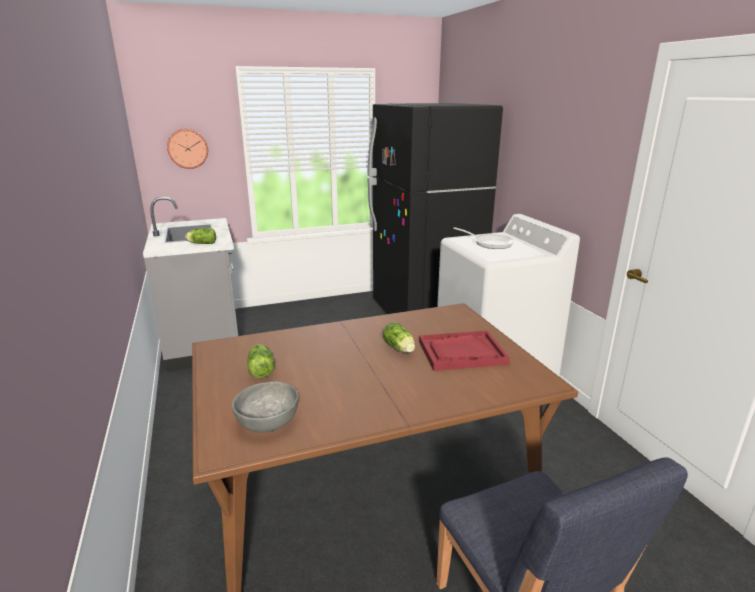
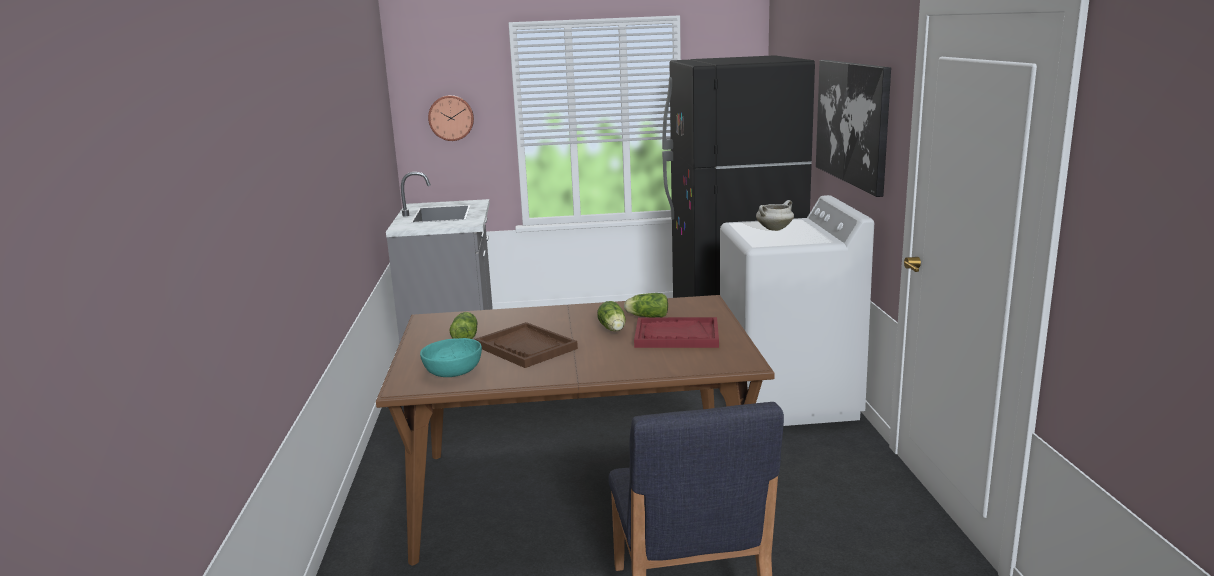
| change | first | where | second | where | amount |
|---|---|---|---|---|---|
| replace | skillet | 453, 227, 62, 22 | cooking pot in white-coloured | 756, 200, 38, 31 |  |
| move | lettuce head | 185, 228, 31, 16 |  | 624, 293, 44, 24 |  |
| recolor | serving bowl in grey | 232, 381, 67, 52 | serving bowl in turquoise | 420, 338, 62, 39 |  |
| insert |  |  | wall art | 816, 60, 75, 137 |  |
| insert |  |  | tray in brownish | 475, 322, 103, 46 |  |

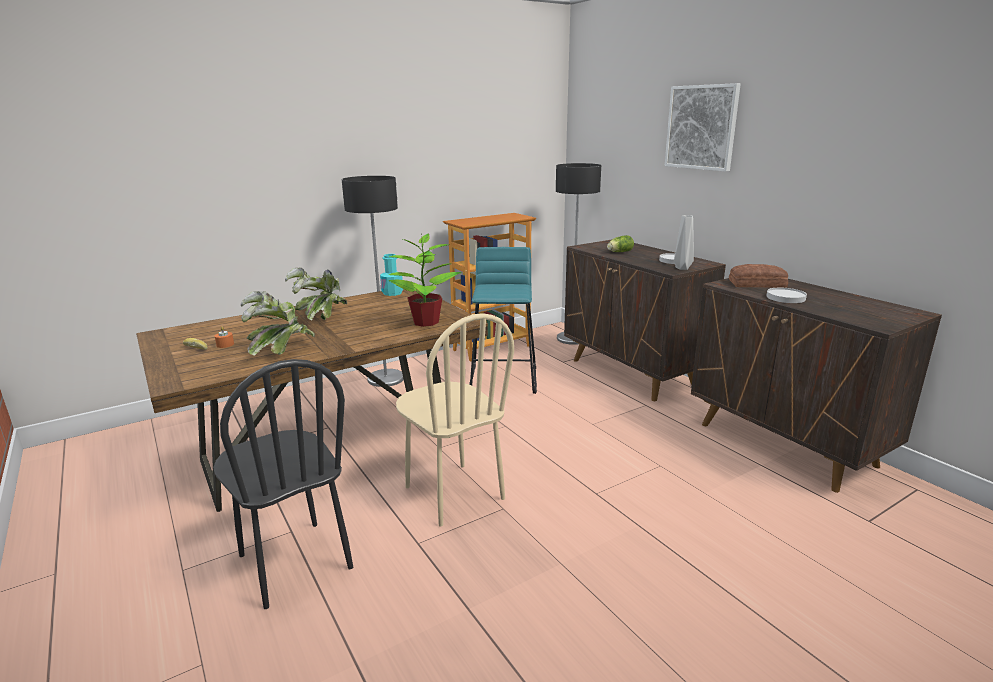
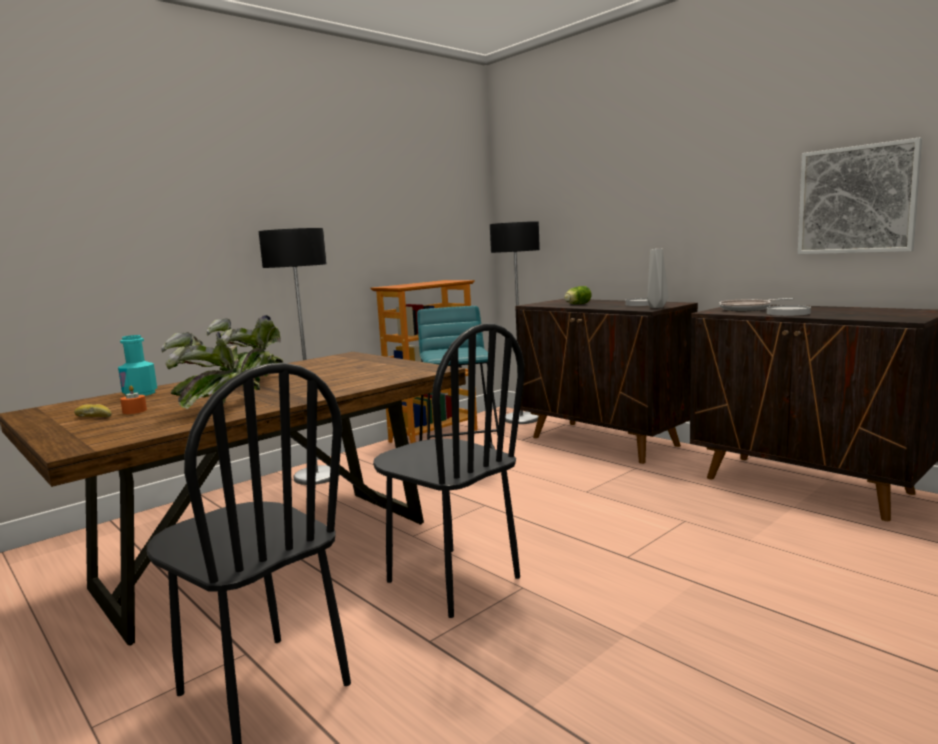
| change | first | where | second | where | amount |
|---|---|---|---|---|---|
| move | wall art | 665, 83, 76, 89 |  | 798, 137, 124, 117 |  |
| delete | potted plant | 389, 232, 72, 95 |  |  |  |
| move | bottle in turquoise | 380, 254, 23, 42 |  | 118, 335, 39, 61 |  |
| replace | baked bread | 729, 264, 59, 24 | skillet | 719, 298, 75, 13 |  |
| recolor | upright chair in sand-coloured | 396, 313, 118, 214 | upright chair in black-coloured | 373, 323, 151, 295 |  |

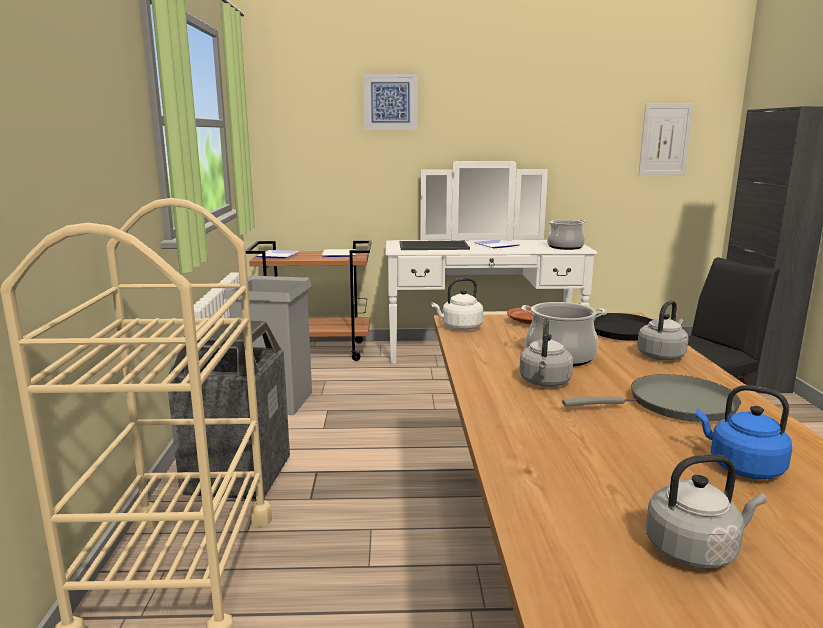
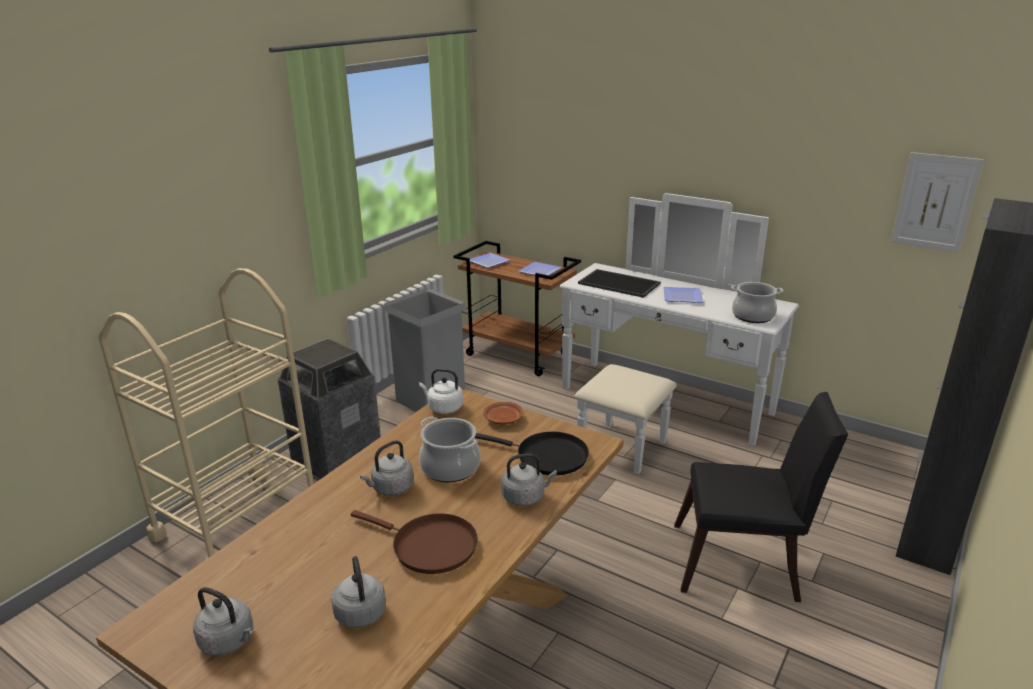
| change | first | where | second | where | amount |
|---|---|---|---|---|---|
| delete | wall art | 363, 74, 54, 56 |  |  |  |
| recolor | skillet in grey | 562, 374, 179, 48 | skillet in brownish | 351, 510, 127, 64 |  |
| recolor | water kettle in blue-coloured | 696, 385, 96, 94 | water kettle in grey | 331, 556, 55, 72 |  |

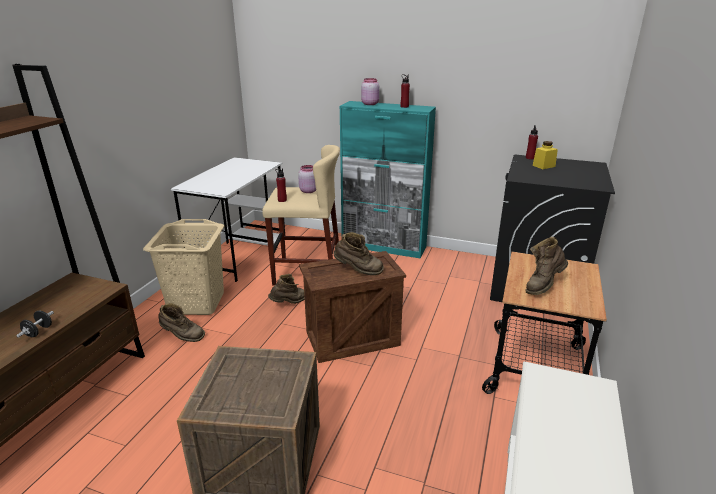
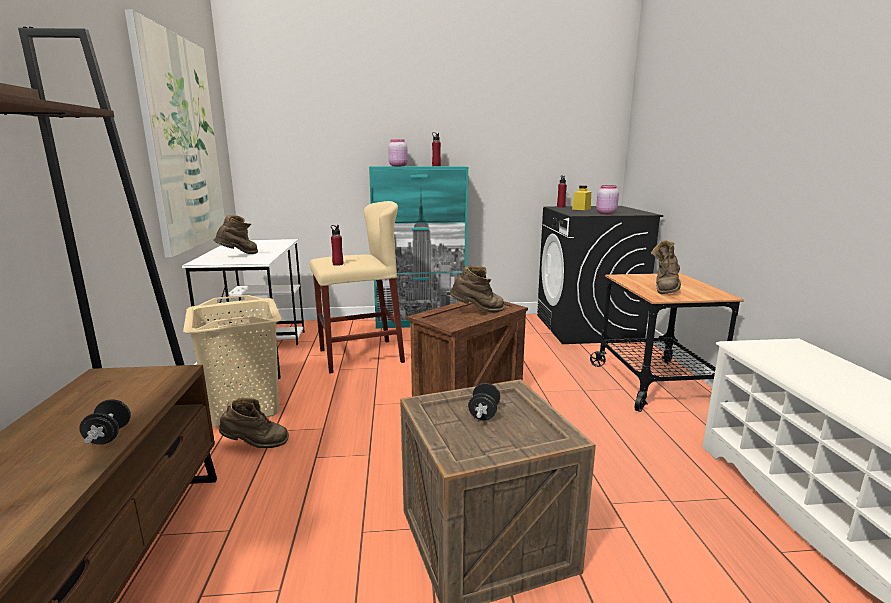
| change | first | where | second | where | amount |
|---|---|---|---|---|---|
| move | preserve jar in pink | 298, 165, 18, 28 |  | 596, 185, 23, 29 |  |
| move | high-top boot in brownish | 268, 274, 37, 30 |  | 213, 215, 45, 39 |  |
| insert |  |  | wall art | 125, 10, 100, 248 |  |
| insert |  |  | free weight in black-coloured | 468, 383, 32, 37 |  |

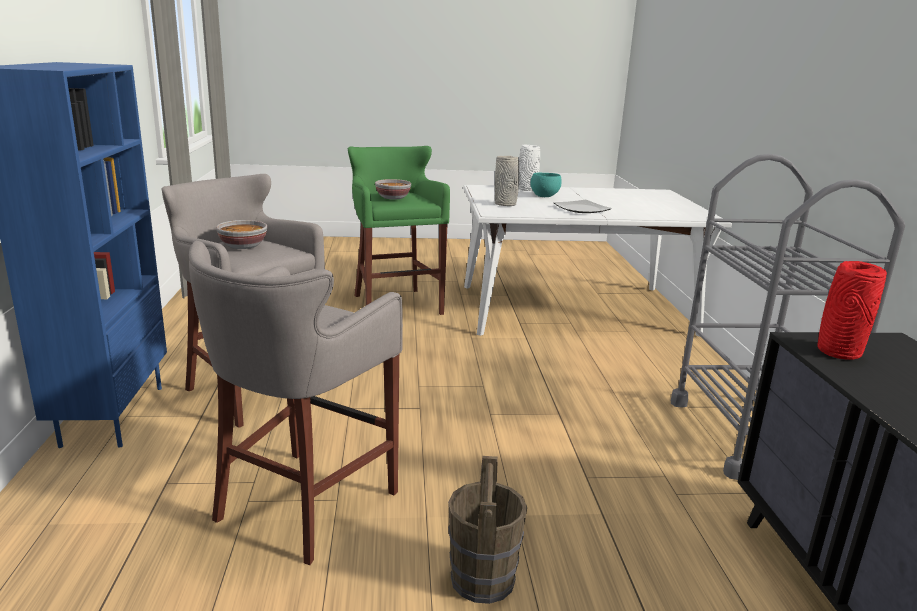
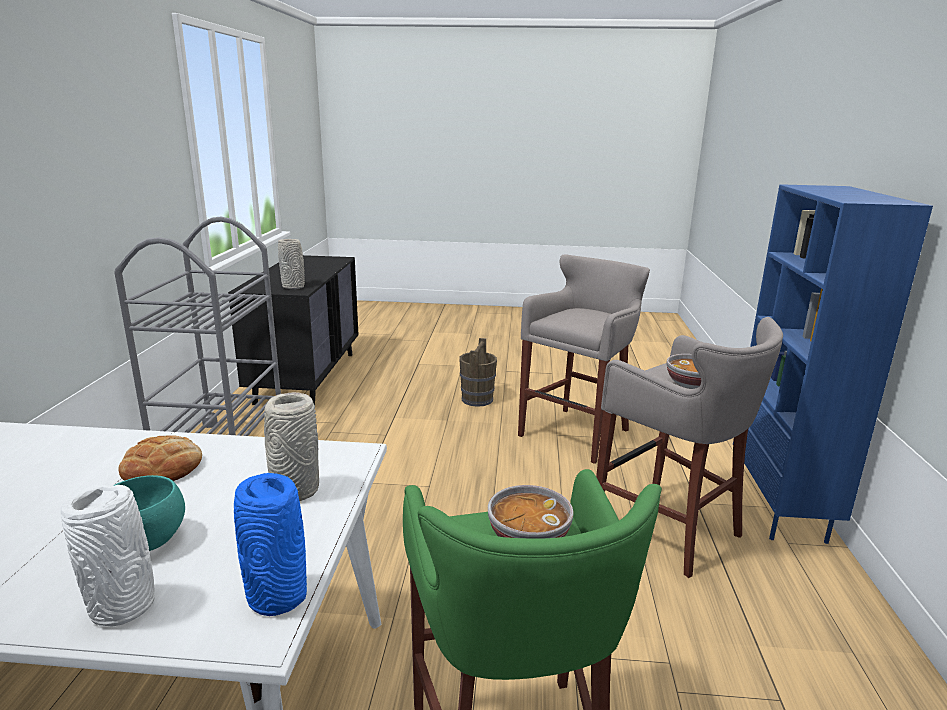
| change | first | where | second | where | amount |
|---|---|---|---|---|---|
| replace | plate | 553, 200, 59, 13 | baked bread | 119, 435, 83, 46 |  |
| recolor | decorative vase in red-coloured | 818, 261, 69, 99 | decorative vase in grey | 278, 239, 27, 50 |  |
| insert |  |  | decorative vase in blue-coloured | 234, 473, 73, 143 |  |

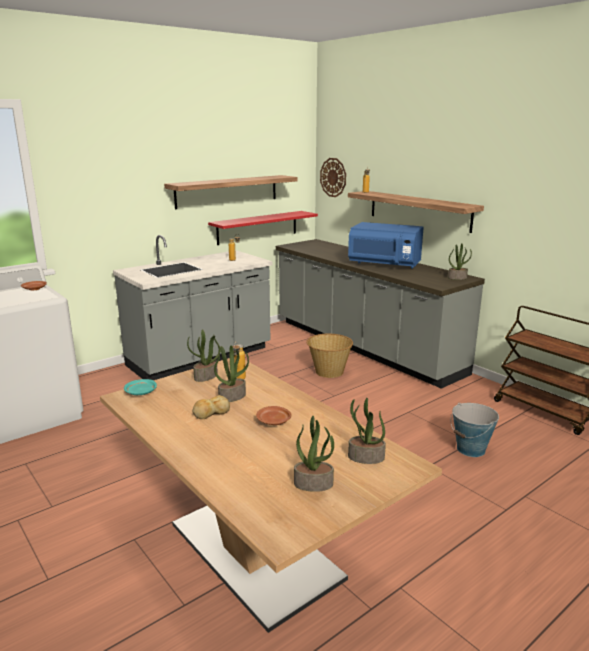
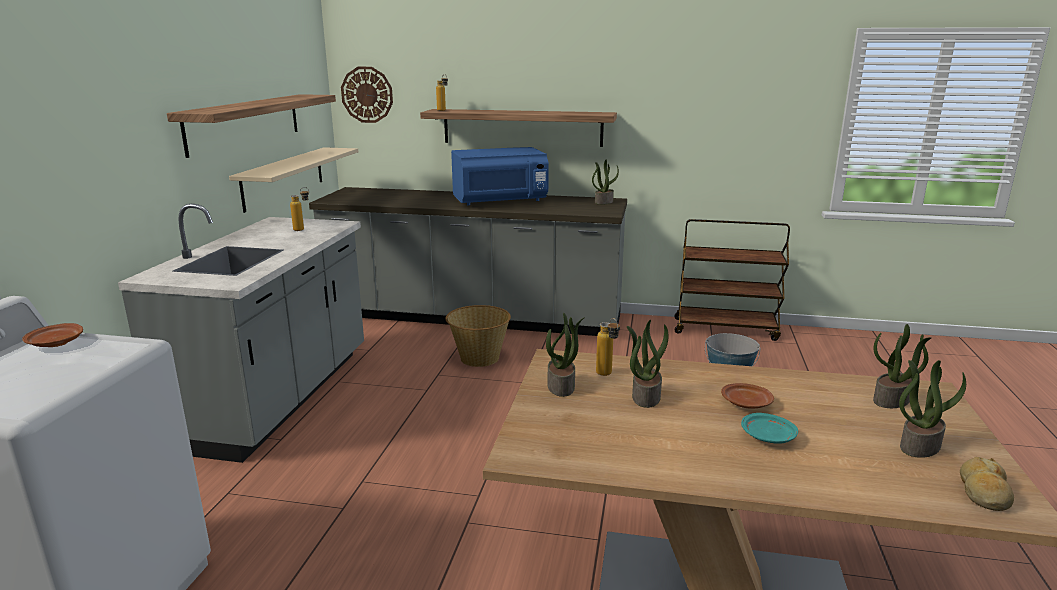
| change | first | where | second | where | amount |
|---|---|---|---|---|---|
| recolor | shelf in red-coloured | 208, 211, 110, 34 | shelf in sand-coloured | 229, 147, 129, 66 |  |
| move | plate in turquoise | 124, 379, 33, 16 |  | 741, 413, 57, 31 |  |
| move | baked bread | 192, 395, 38, 24 |  | 960, 457, 54, 54 |  |

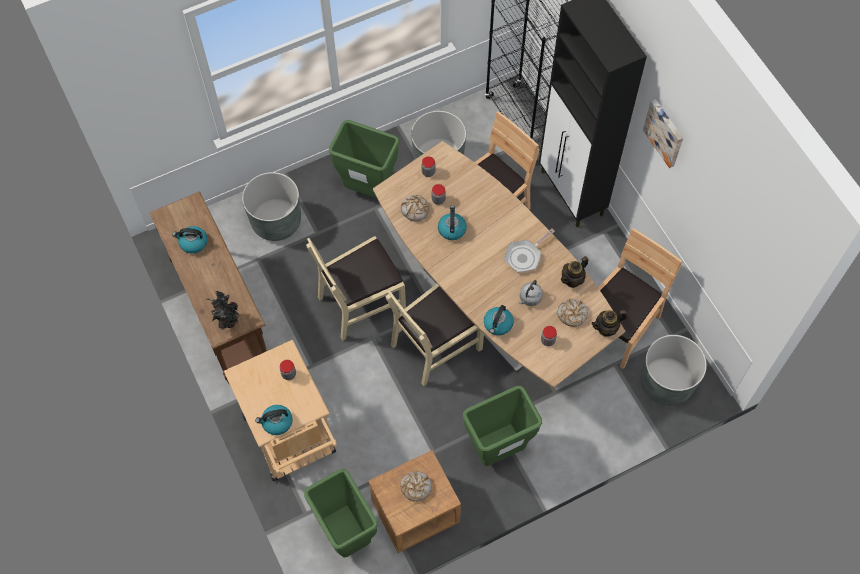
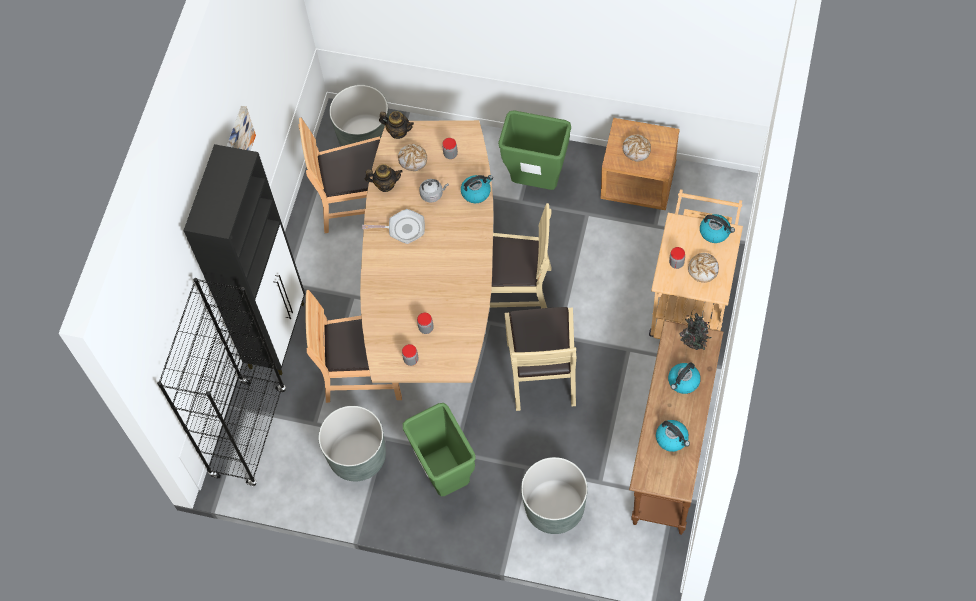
| change | first | where | second | where | amount |
|---|---|---|---|---|---|
| move | baked bread | 401, 195, 28, 27 |  | 688, 253, 31, 30 |  |
| move | water kettle | 438, 206, 29, 34 |  | 668, 362, 33, 32 |  |
| rotate | upright chair in sand-coloured | 306, 236, 100, 105 |  | 505, 307, 71, 104 | 75 degrees clockwise |
| delete | rubbish bin in green | 304, 469, 74, 88 |  |  |  |

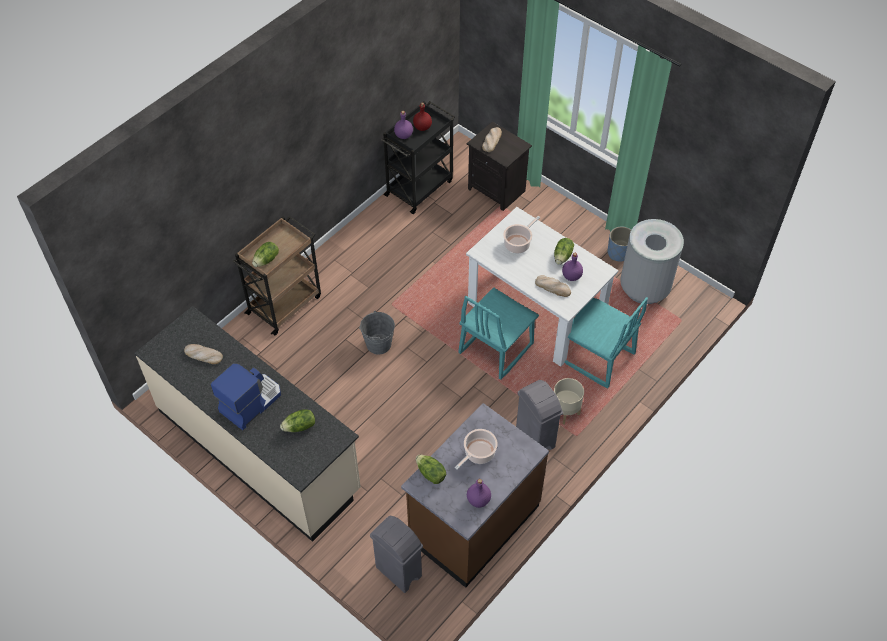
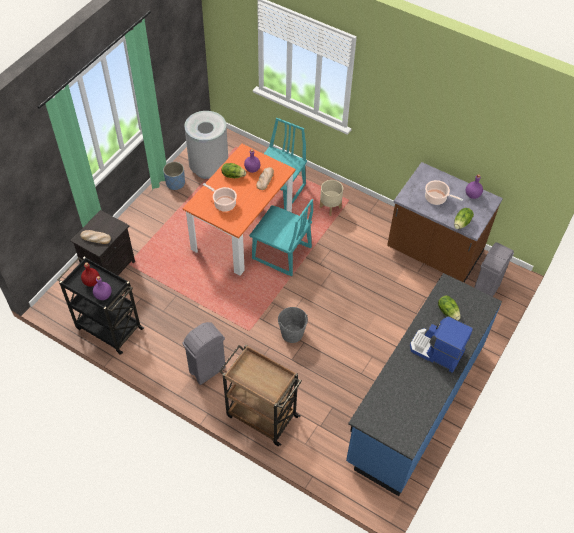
| change | first | where | second | where | amount |
|---|---|---|---|---|---|
| recolor | dining table in white-coloured | 466, 207, 152, 160 | dining table in orangey | 182, 144, 114, 132 |  |
| delete | lettuce head | 252, 242, 27, 25 |  |  |  |
| recolor | kitchen counter in sand-coloured | 134, 306, 227, 236 | kitchen counter in blue-coloured | 346, 273, 156, 223 |  |
| delete | baked bread | 184, 344, 39, 20 |  |  |  |
| move | rubbish bin in grey | 516, 380, 47, 70 |  | 182, 322, 44, 63 |  |

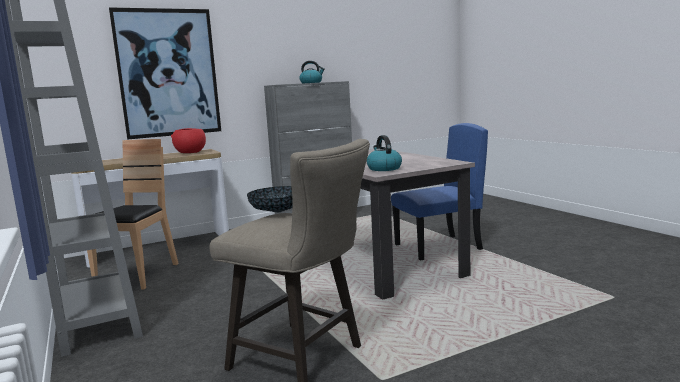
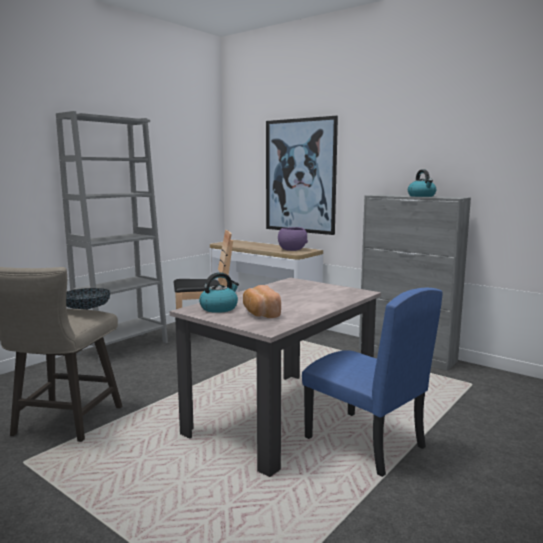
| change | first | where | second | where | amount |
|---|---|---|---|---|---|
| recolor | serving bowl in red-coloured | 171, 128, 35, 25 | serving bowl in purplish | 278, 227, 30, 24 |  |
| insert |  |  | baked bread | 243, 285, 38, 33 |  |

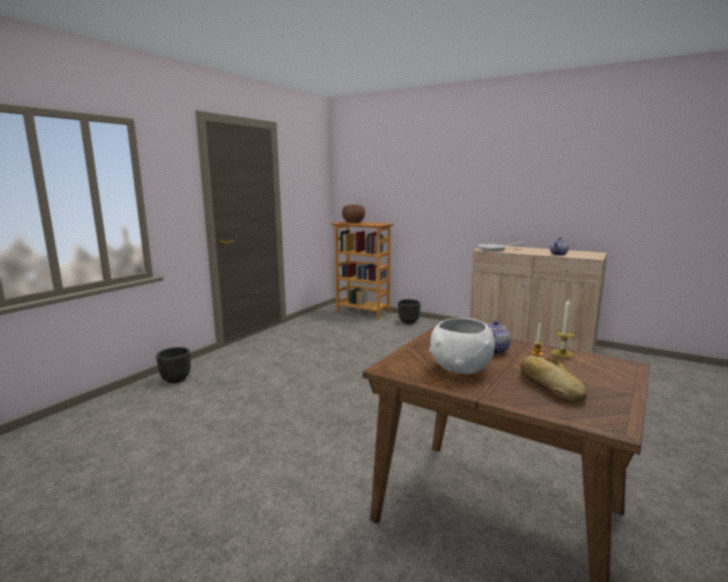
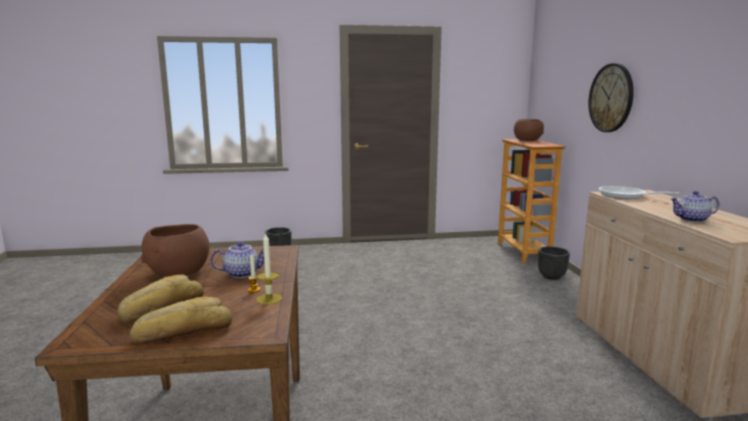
| change | first | where | second | where | amount |
|---|---|---|---|---|---|
| recolor | serving bowl in white-coloured | 429, 318, 66, 56 | serving bowl in brownish | 141, 224, 69, 53 |  |
| insert |  |  | wall clock | 588, 63, 46, 69 |  |
| insert |  |  | baked bread | 130, 297, 102, 47 |  |

